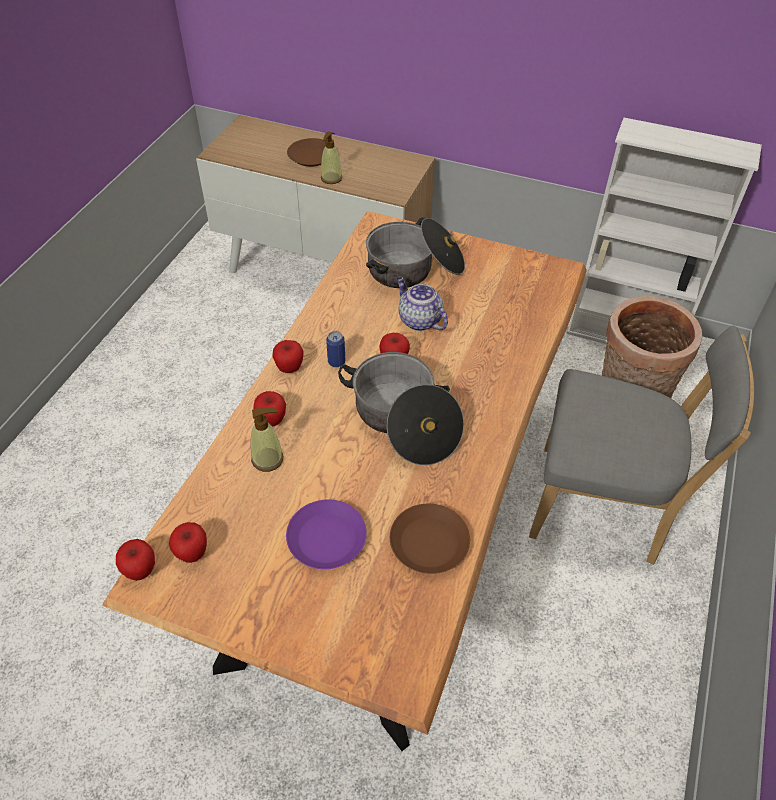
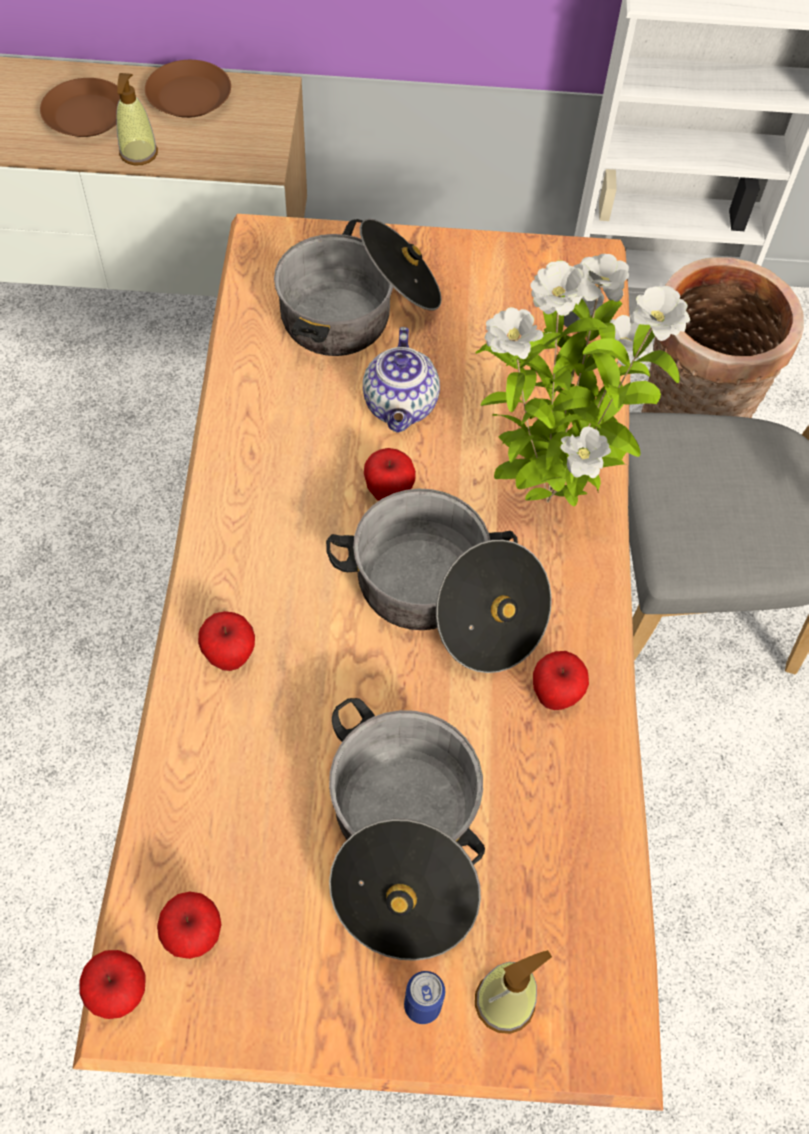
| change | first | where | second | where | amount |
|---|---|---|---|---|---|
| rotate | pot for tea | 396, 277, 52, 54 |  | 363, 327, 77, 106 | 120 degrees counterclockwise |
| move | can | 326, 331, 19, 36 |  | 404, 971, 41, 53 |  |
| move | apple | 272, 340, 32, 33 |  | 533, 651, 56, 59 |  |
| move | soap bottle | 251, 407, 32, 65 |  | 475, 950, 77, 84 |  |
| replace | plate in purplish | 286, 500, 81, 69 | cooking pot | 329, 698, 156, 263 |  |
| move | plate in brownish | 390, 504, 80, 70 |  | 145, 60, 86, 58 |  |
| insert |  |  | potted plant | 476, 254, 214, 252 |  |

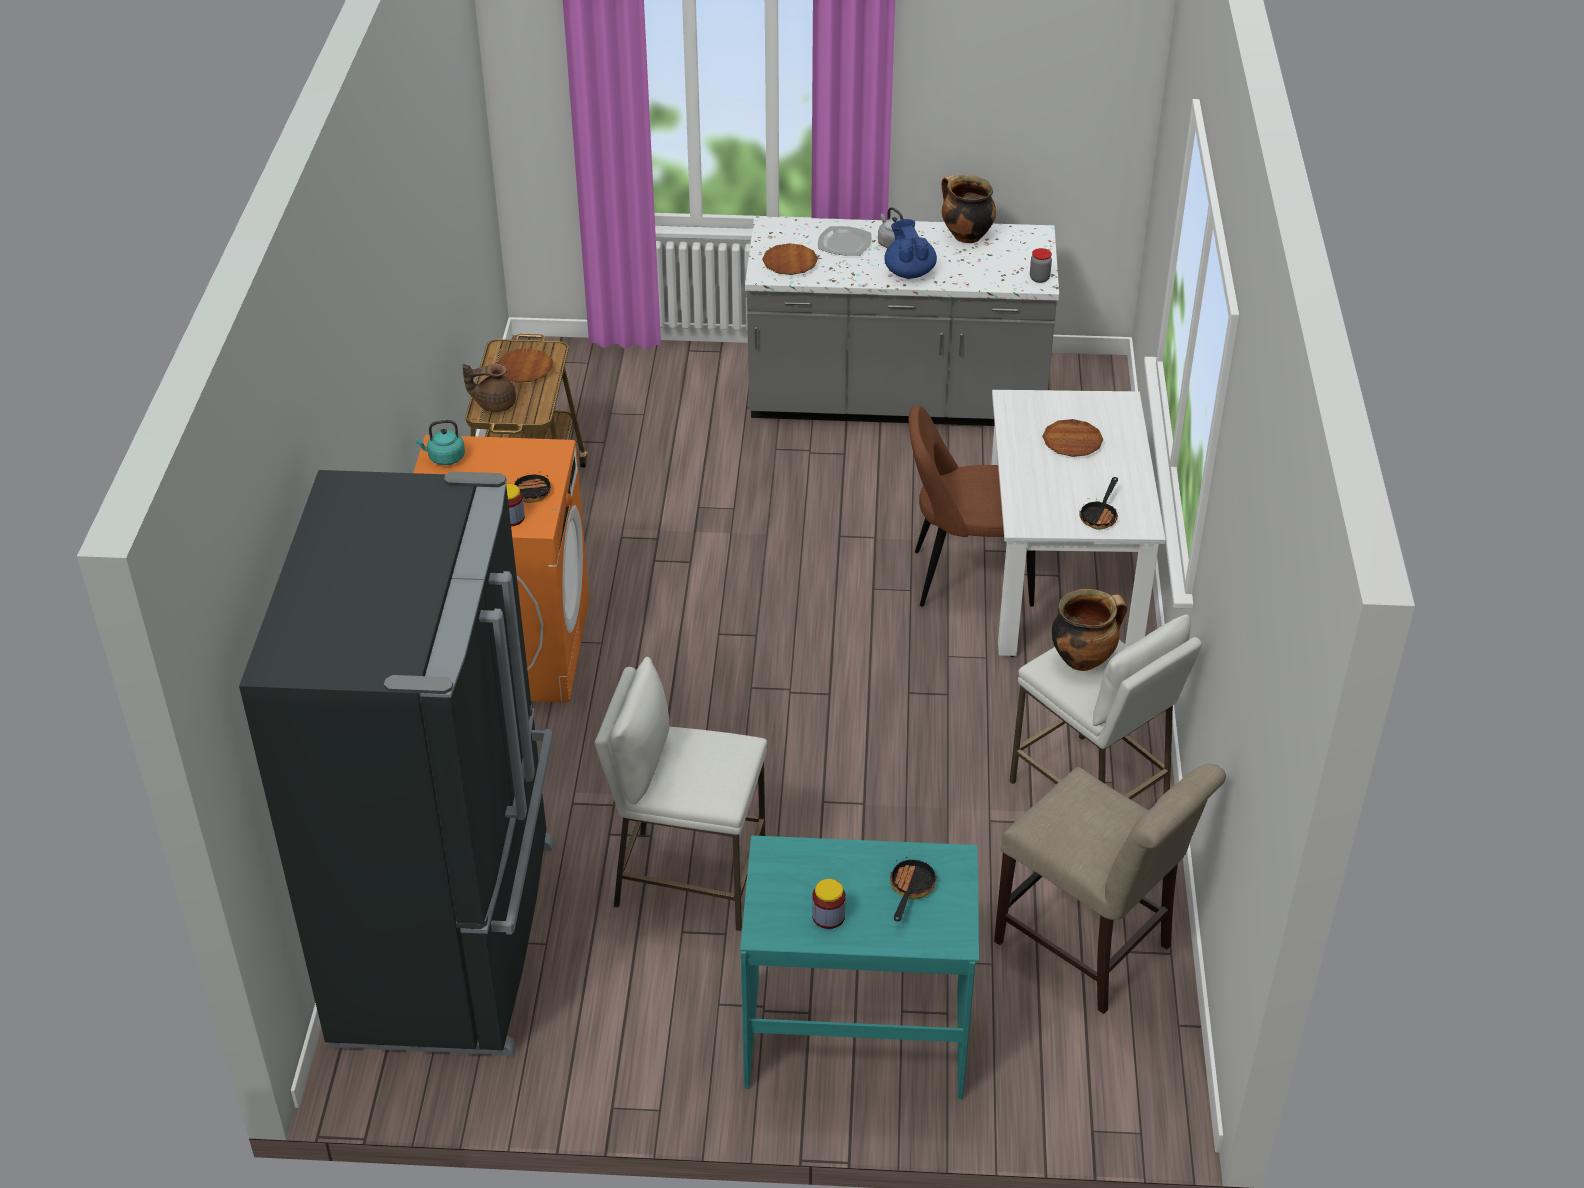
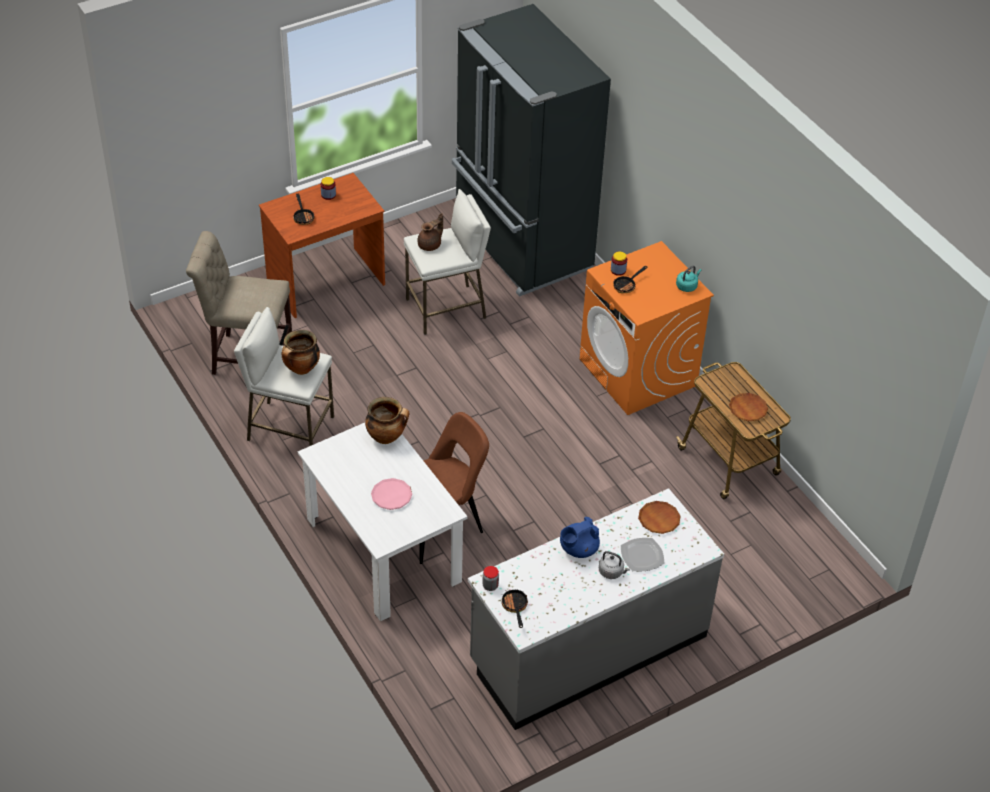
| change | first | where | second | where | amount |
|---|---|---|---|---|---|
| move | cooking pot | 941, 175, 55, 68 |  | 365, 397, 45, 47 |  |
| rotate | pot for tea in blue-coloured | 884, 219, 53, 60 |  | 560, 517, 40, 41 | 105 degrees clockwise |
| move | pot for tea in brownish | 462, 363, 54, 49 |  | 417, 213, 26, 38 |  |
| recolor | plate in brownish | 1042, 419, 61, 38 | plate in pink | 371, 478, 41, 32 |  |
| move | skillet | 1079, 477, 39, 53 |  | 501, 589, 27, 39 |  |
| recolor | desk table in turquoise | 740, 835, 239, 264 | desk table in brownish | 259, 173, 126, 145 |  |

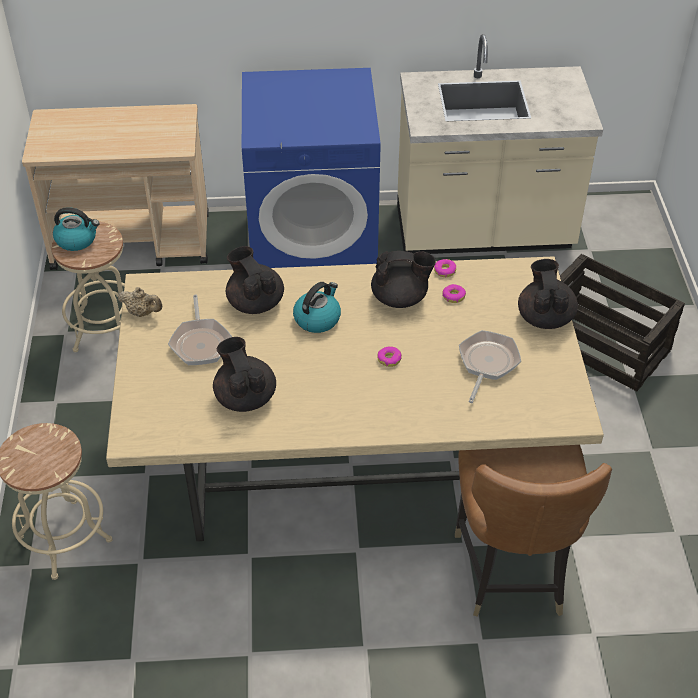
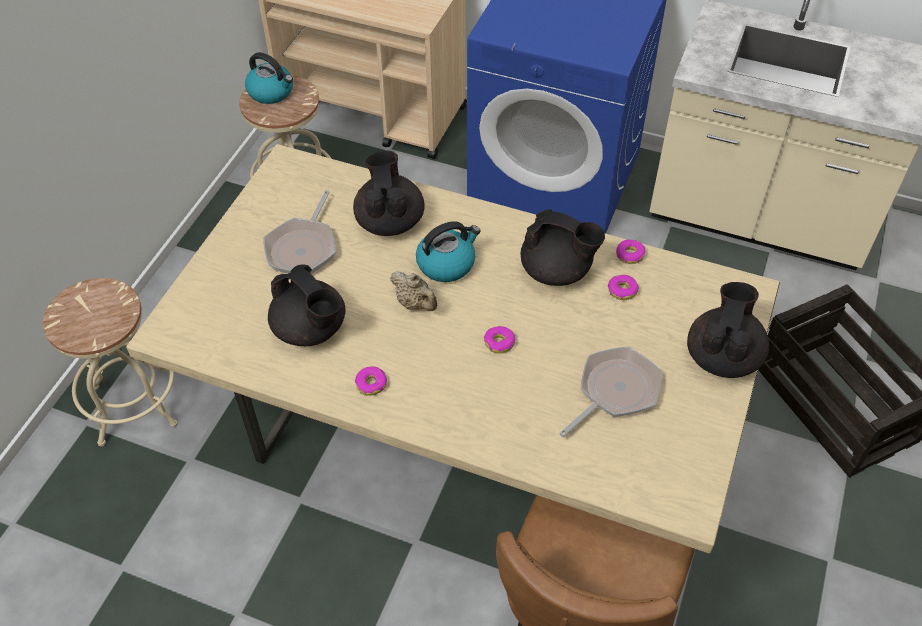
| change | first | where | second | where | amount |
|---|---|---|---|---|---|
| move | pot for tea in sand-coloured | 118, 287, 44, 30 |  | 390, 271, 47, 40 |  |
| rotate | pot for tea in black-coloured | 213, 337, 63, 75 |  | 268, 264, 78, 82 | 135 degrees clockwise |
| insert |  |  | doughnut | 355, 366, 32, 30 |  |

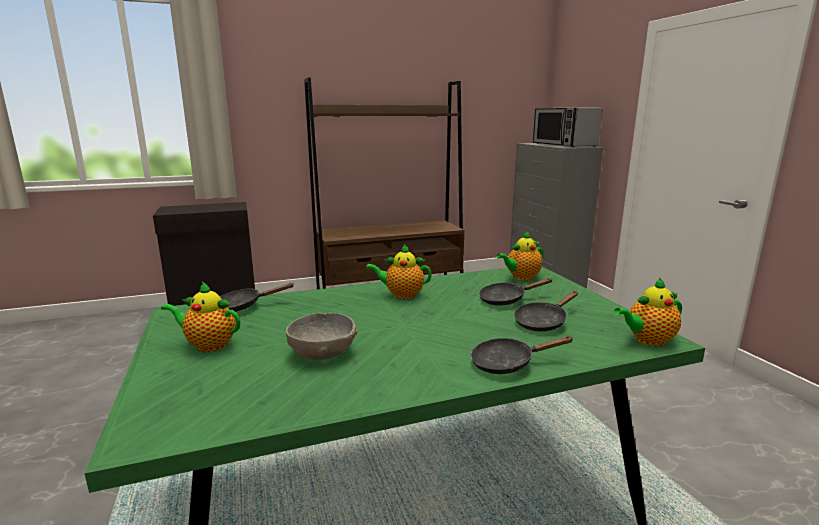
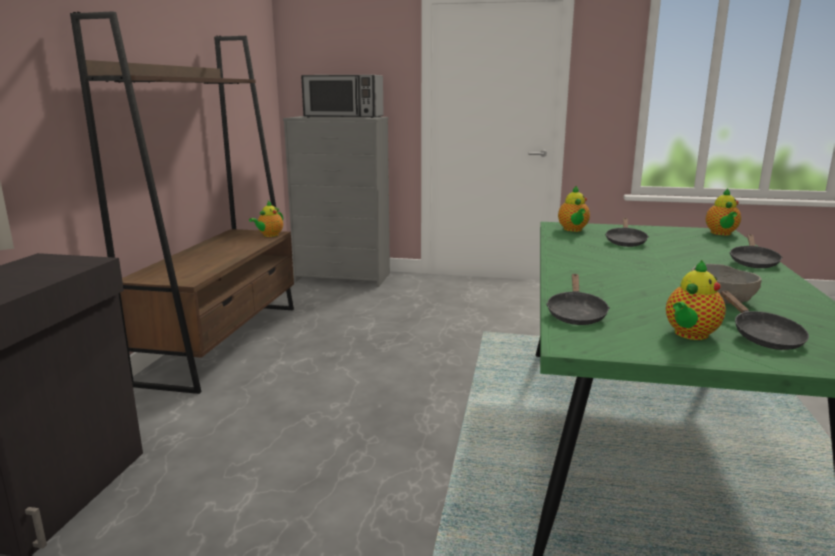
| change | first | where | second | where | amount |
|---|---|---|---|---|---|
| move | pot for tea | 366, 244, 66, 55 |  | 249, 201, 34, 36 |  |
| move | skillet in black-coloured | 514, 291, 64, 41 |  | 721, 290, 88, 60 |  |

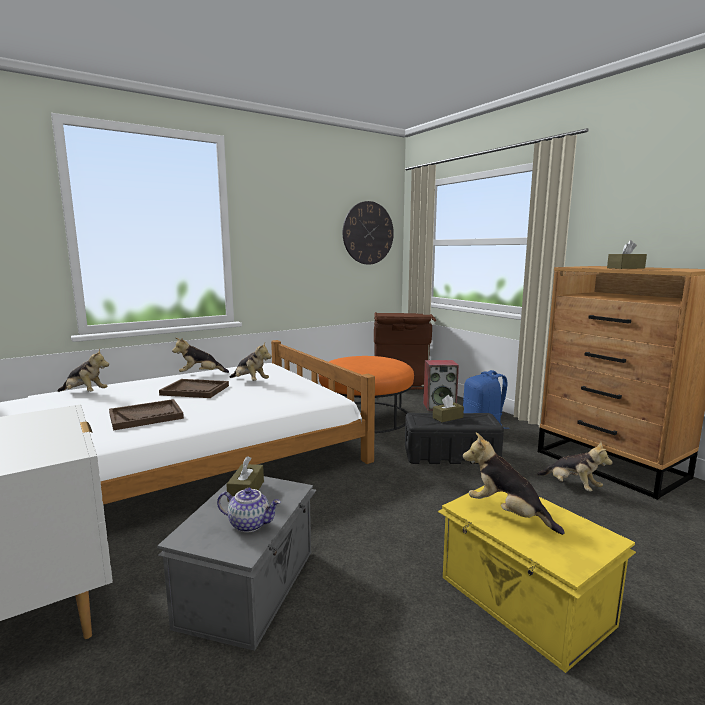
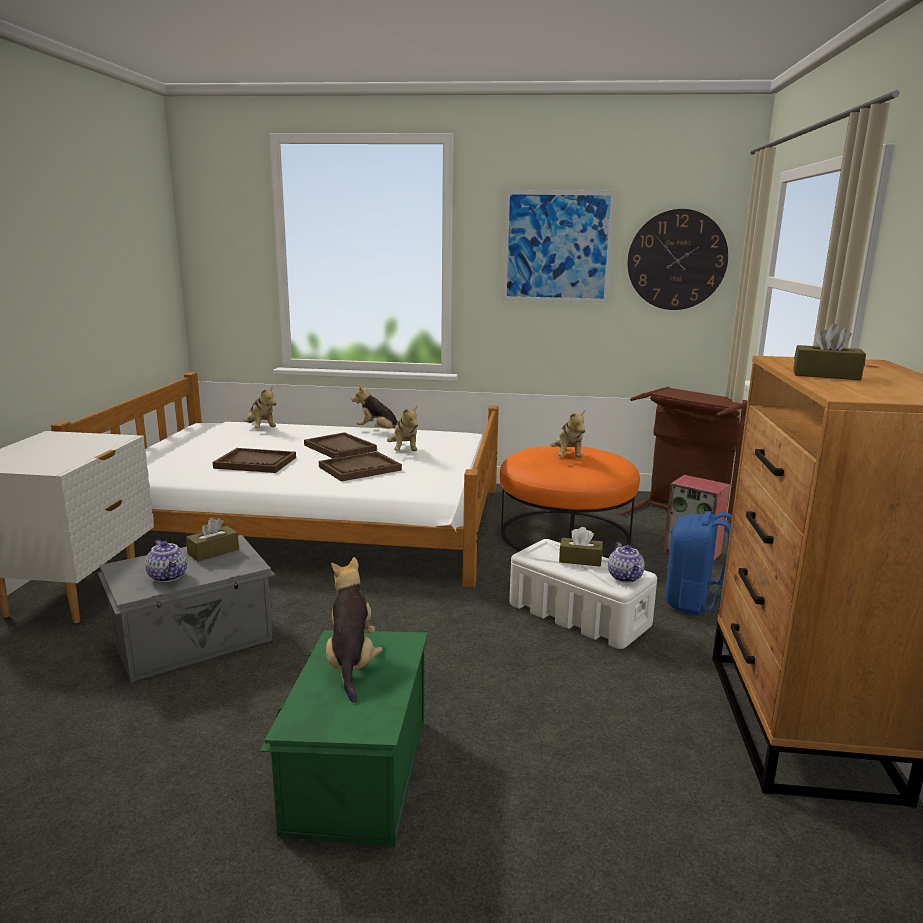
| change | first | where | second | where | amount |
|---|---|---|---|---|---|
| recolor | storage container in black-coloured | 405, 413, 99, 51 | storage container in white-coloured | 509, 539, 148, 110 |  |
| move | cuddly toy | 537, 442, 76, 49 |  | 550, 410, 35, 48 |  |
| recolor | storage container in yellow | 438, 485, 198, 188 | storage container in green | 259, 630, 169, 217 |  |
| insert |  |  | wall art | 502, 190, 114, 113 |  |
| insert |  |  | tray in brownish | 319, 451, 83, 31 |  |
| insert |  |  | pot for tea | 608, 542, 37, 41 |  |

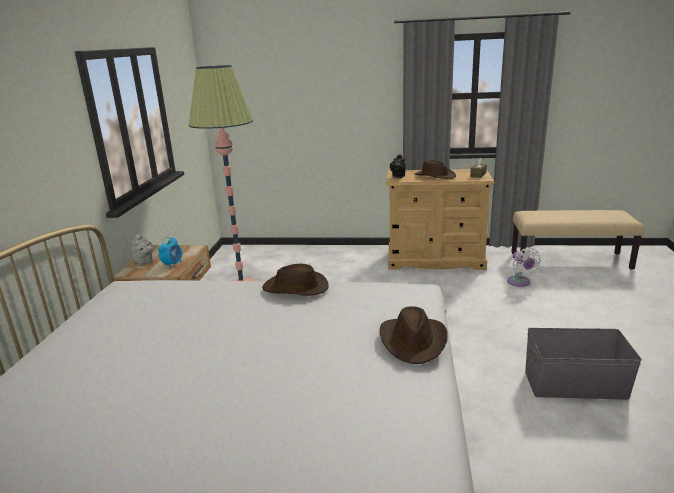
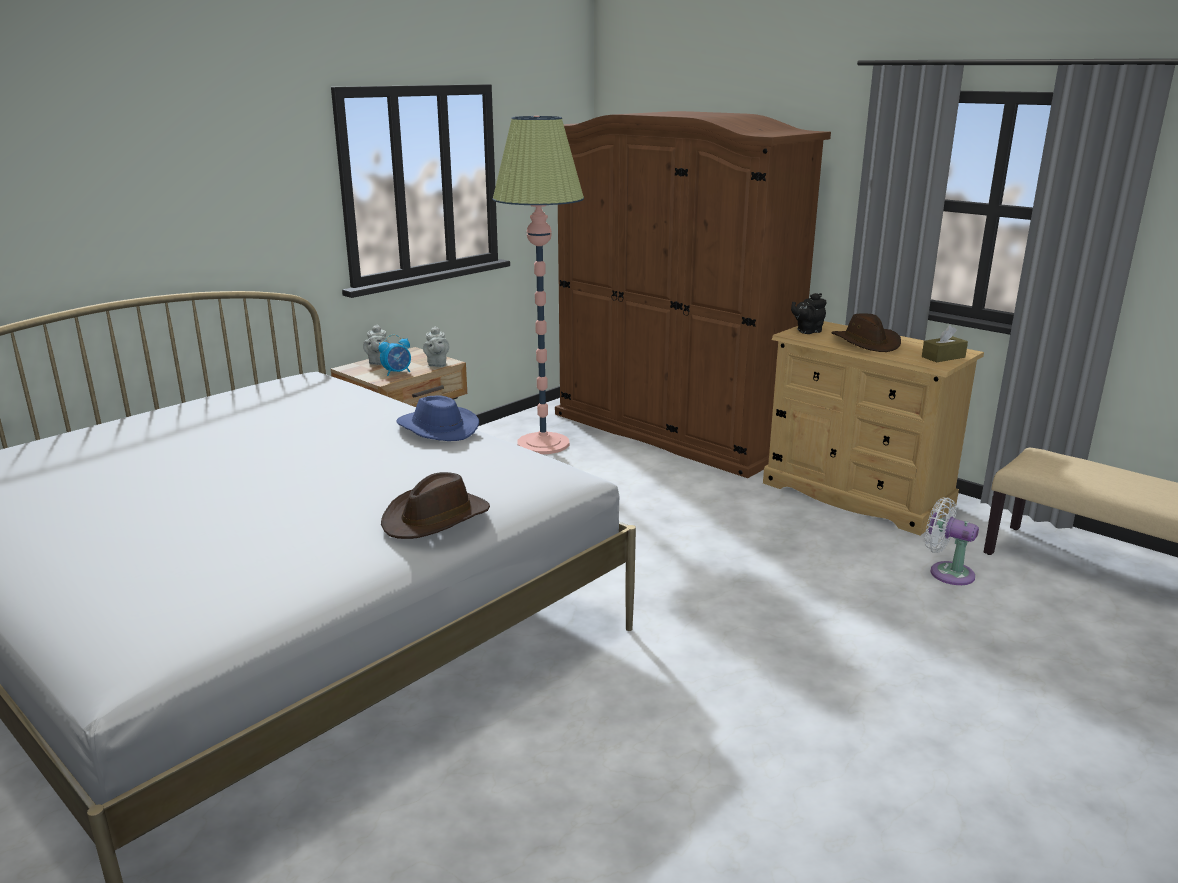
| change | first | where | second | where | amount |
|---|---|---|---|---|---|
| rotate | electric fan in white-coloured | 507, 248, 34, 39 |  | 925, 498, 54, 87 | 105 degrees clockwise |
| recolor | hat in brownish | 262, 264, 67, 32 | hat in blue-coloured | 397, 395, 82, 46 |  |
| delete | storage container in grey | 525, 328, 117, 71 |  |  |  |
| insert |  |  | clothes cupboard in brownish | 555, 111, 276, 367 |  |
| insert |  |  | pot for tea in grey | 423, 326, 26, 41 |  |

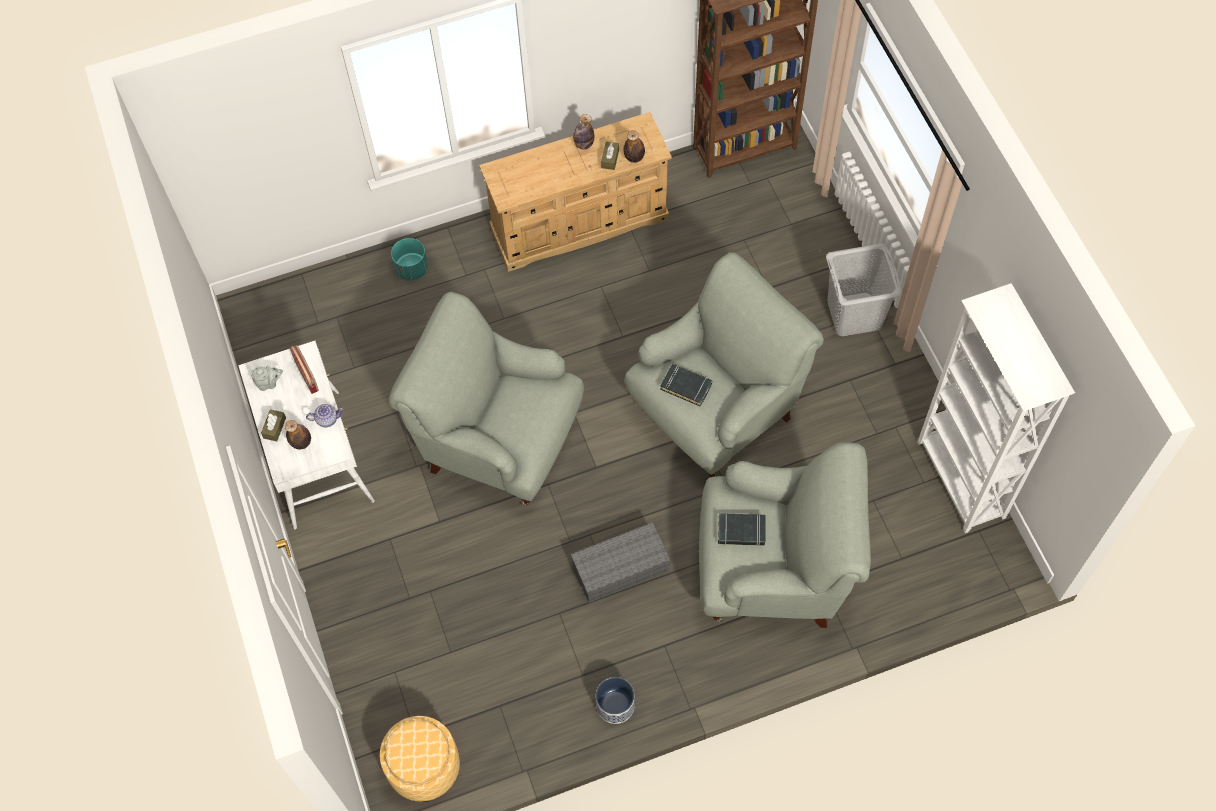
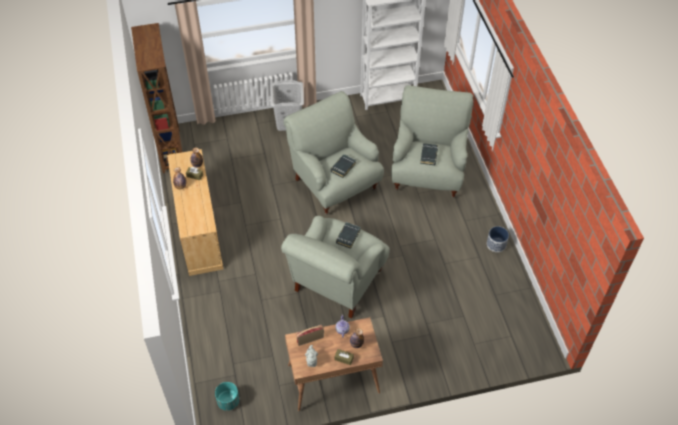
| change | first | where | second | where | amount |
|---|---|---|---|---|---|
| move | planter in turquoise | 391, 238, 37, 43 |  | 215, 382, 24, 29 |  |
| recolor | desk table in white-coloured | 238, 341, 137, 188 | desk table in brownish | 285, 317, 98, 94 |  |
| delete | storage container in grey | 571, 522, 99, 81 |  |  |  |
| delete | pouffe | 380, 716, 80, 86 |  |  |  |
| insert |  |  | volume in black-coloured | 336, 222, 25, 27 |  |

